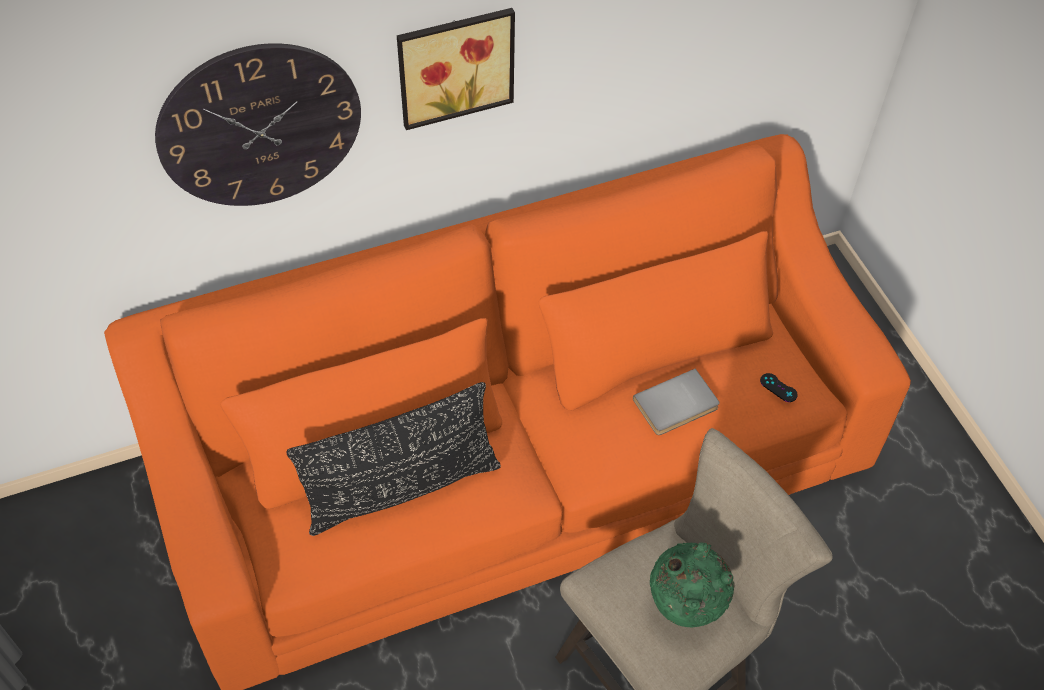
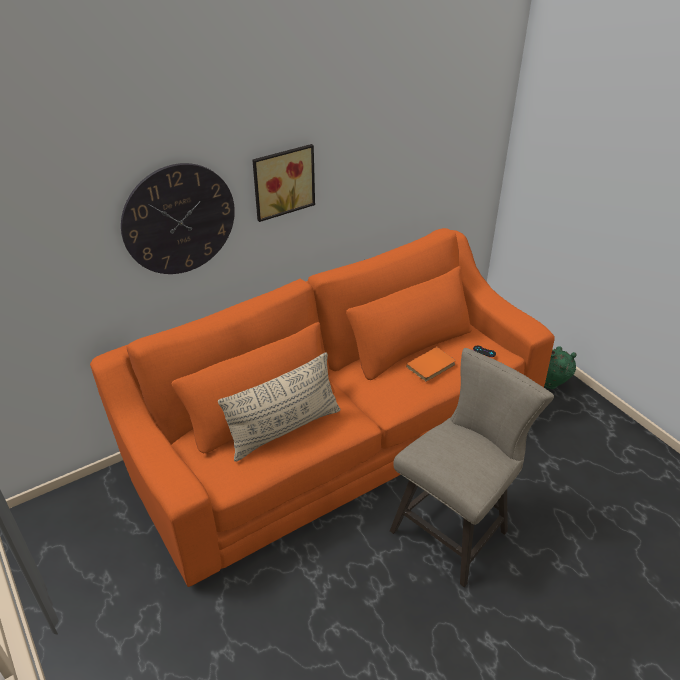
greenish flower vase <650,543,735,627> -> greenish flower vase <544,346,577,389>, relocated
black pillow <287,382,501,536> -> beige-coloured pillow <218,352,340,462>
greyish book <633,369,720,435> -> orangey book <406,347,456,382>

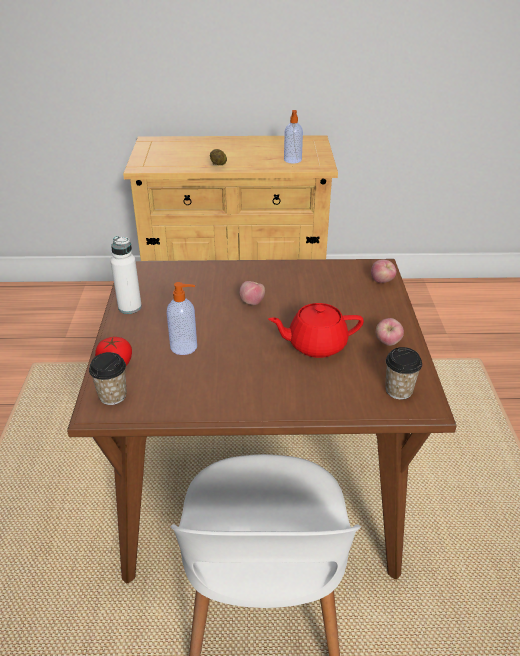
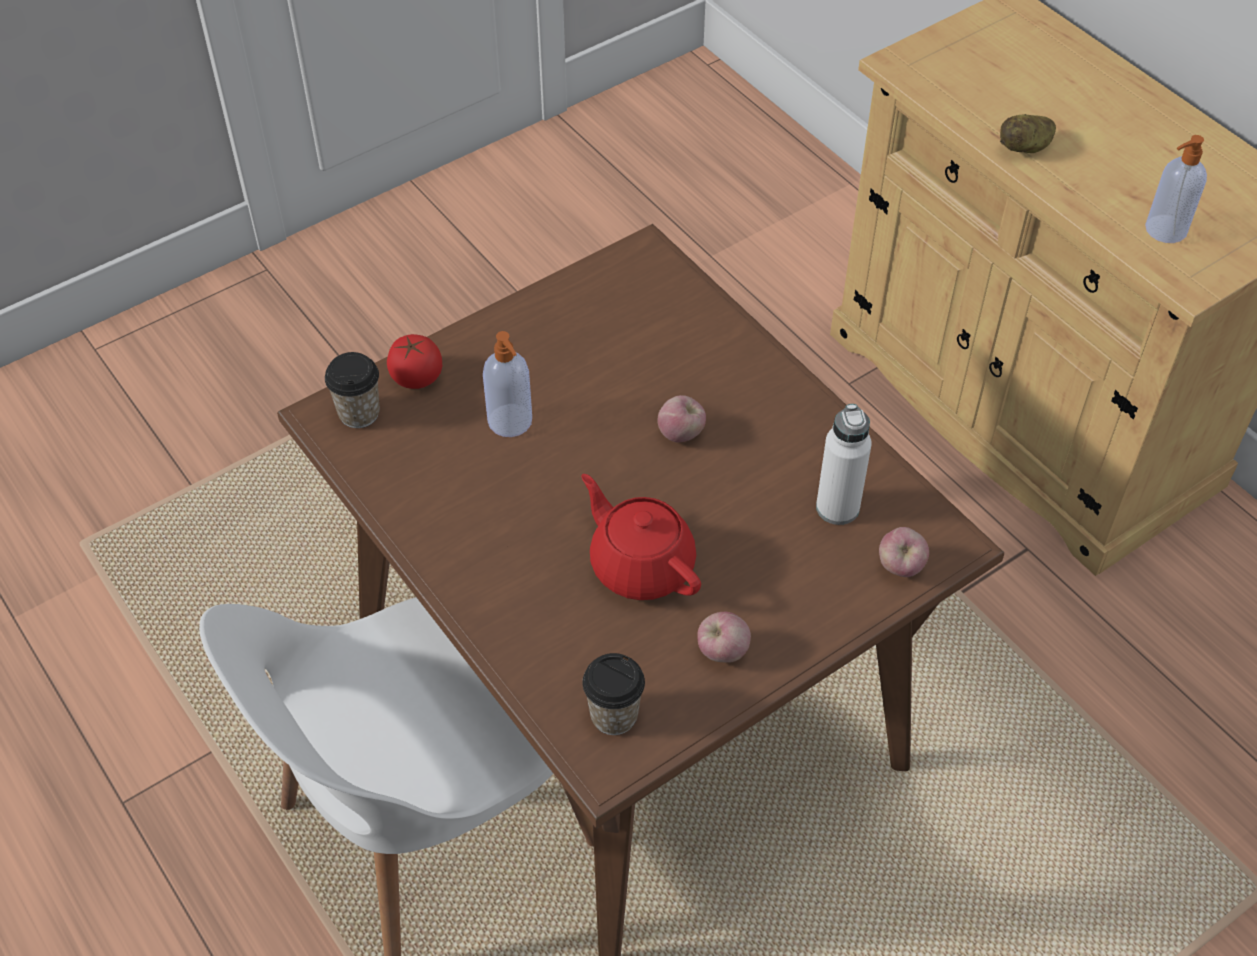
white beverage bottle <110,236,142,314> -> white beverage bottle <816,404,872,525>, relocated

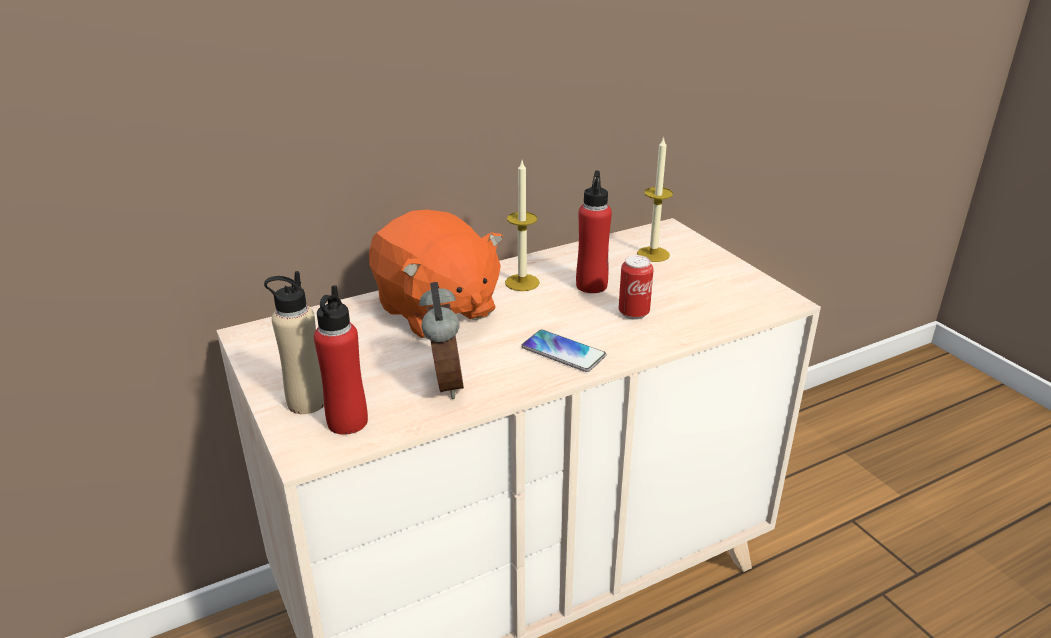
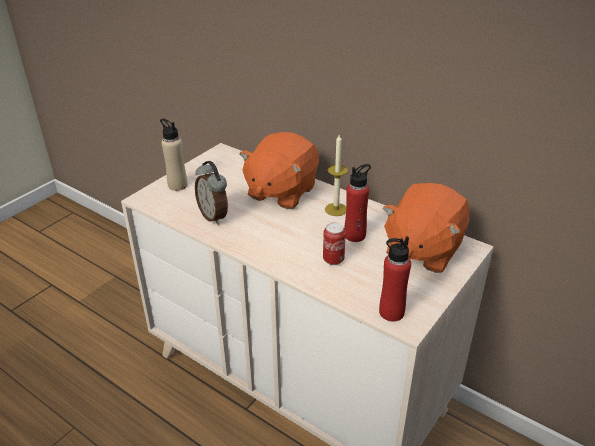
handset <521,330,606,372> -> none
red beverage bottle <314,285,368,435> -> red beverage bottle <379,236,411,321>, relocated
candle <637,136,673,262> -> orangey soft toy <383,183,470,273>
alarm clock <419,282,464,399> -> alarm clock <195,161,228,225>, 90 degrees clockwise

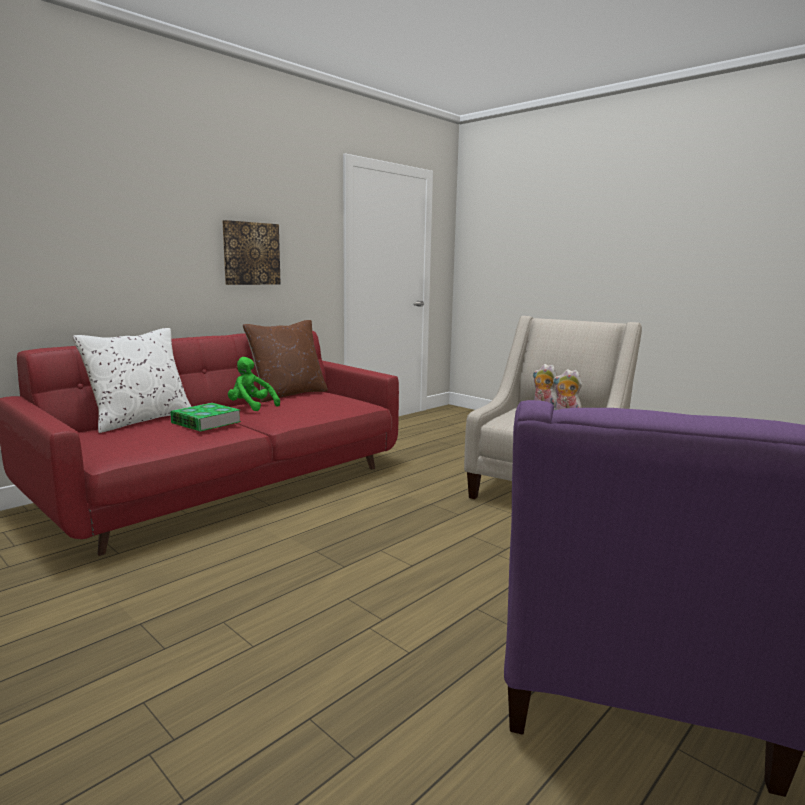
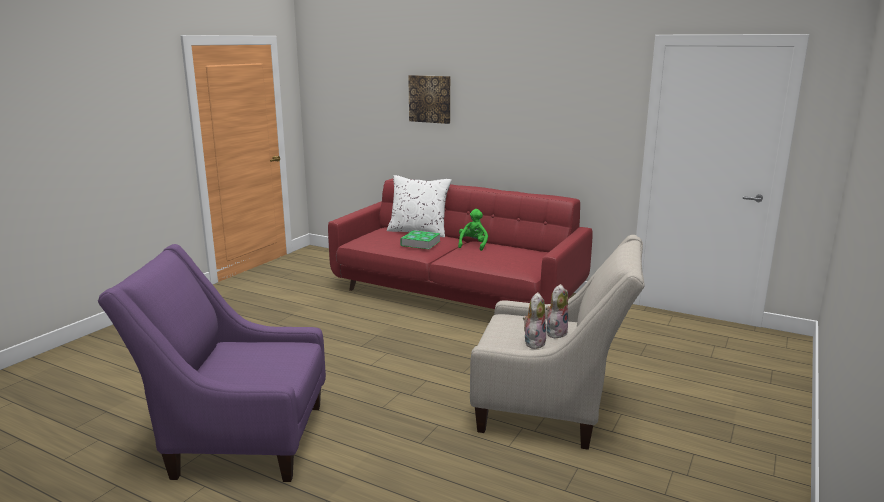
brown-coloured pillow <243,320,328,403> -> none
wall picture <222,220,281,285> -> wall picture <408,75,450,124>, relocated

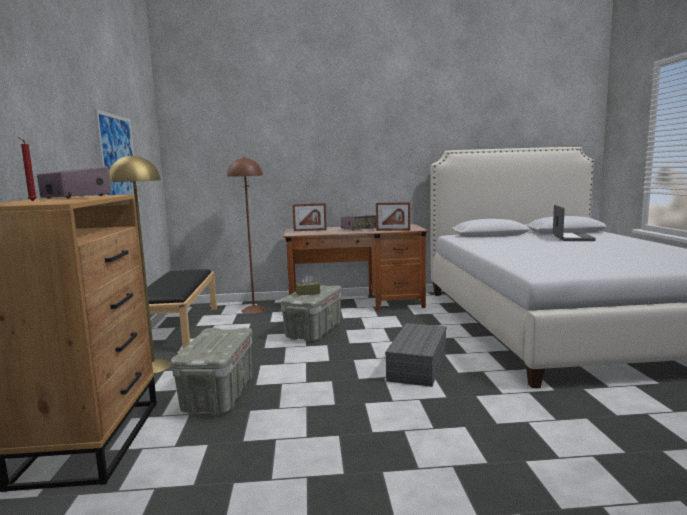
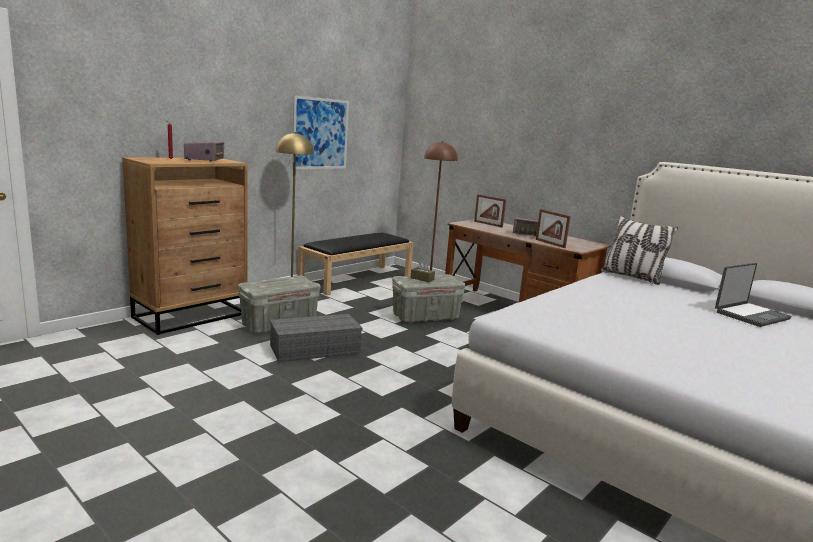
none -> pillow <601,216,678,285>
greyish storage container <385,323,447,387> -> greyish storage container <270,314,362,362>, relocated

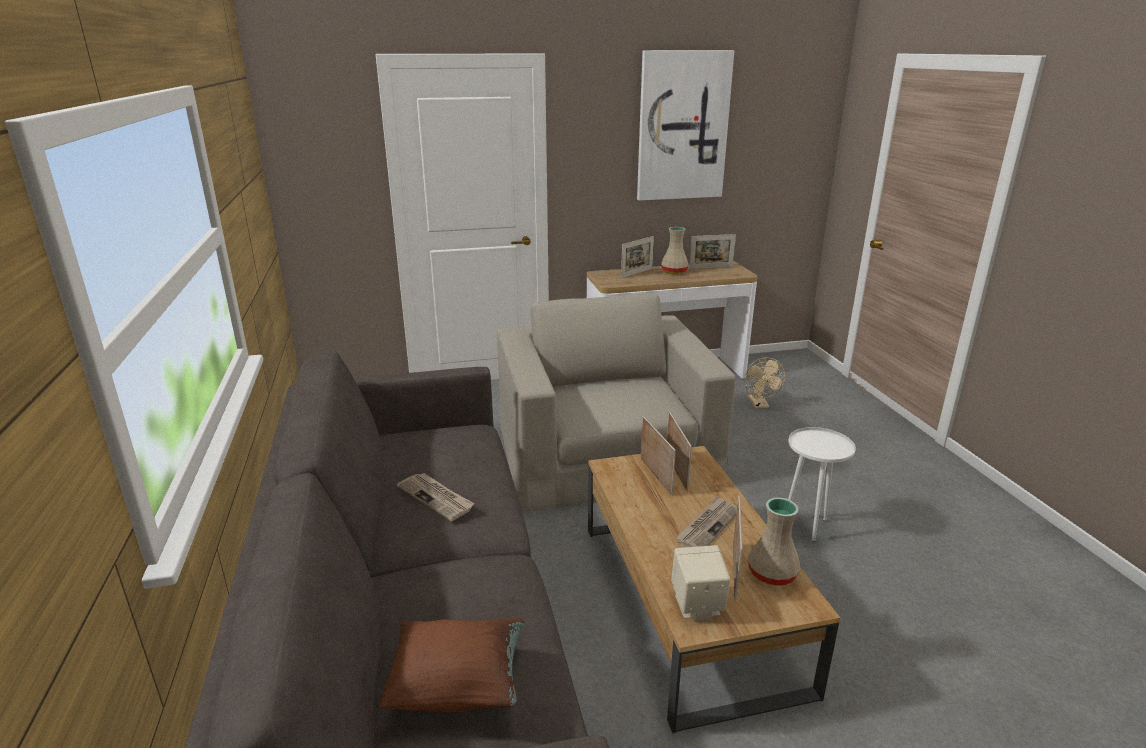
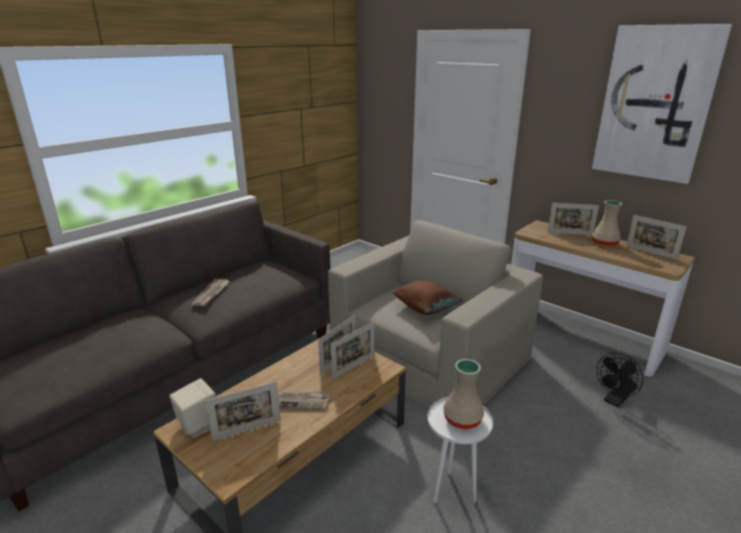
brown-coloured pillow <379,618,525,713> -> brown-coloured pillow <392,280,463,315>, relocated
beige-coloured flower vase <748,497,800,586> -> beige-coloured flower vase <443,359,484,429>, relocated
beige-coloured cooling fan <744,357,785,408> -> black cooling fan <596,353,643,407>

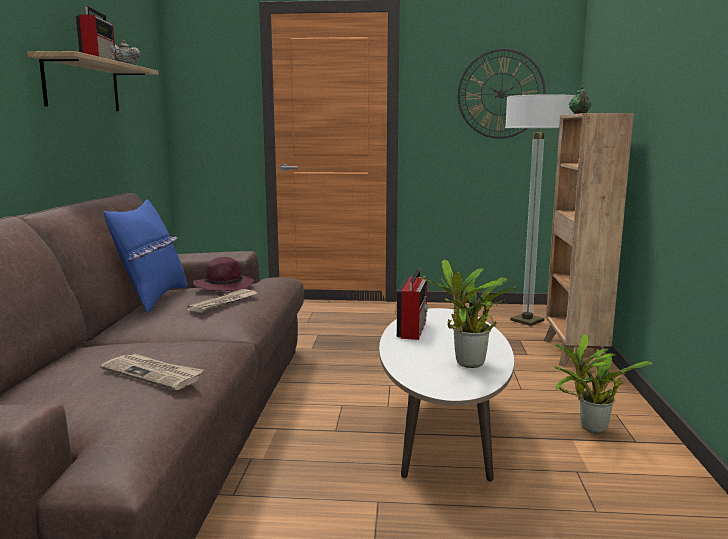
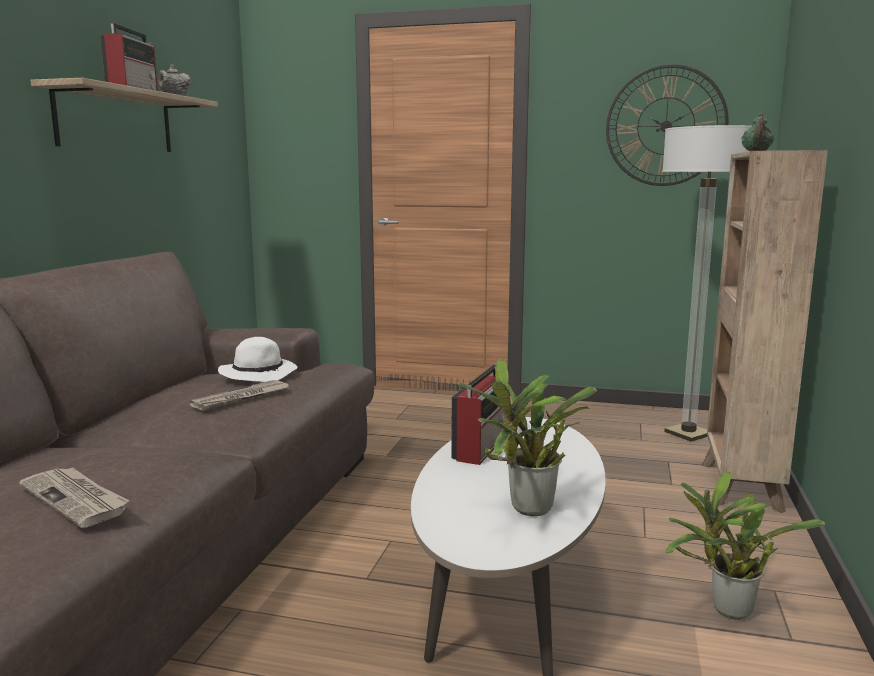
blue pillow <103,199,188,313> -> none
purple-coloured hat <193,257,254,292> -> white hat <218,337,297,382>

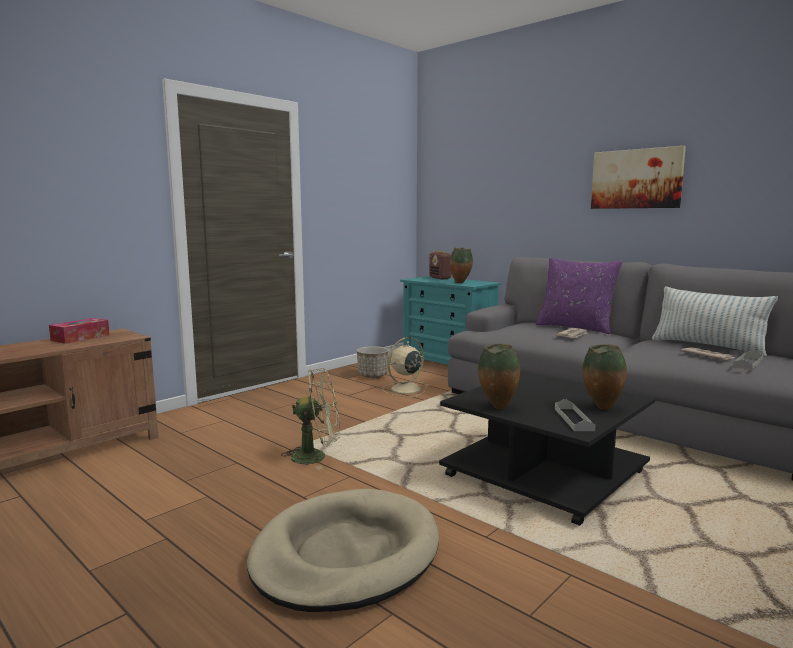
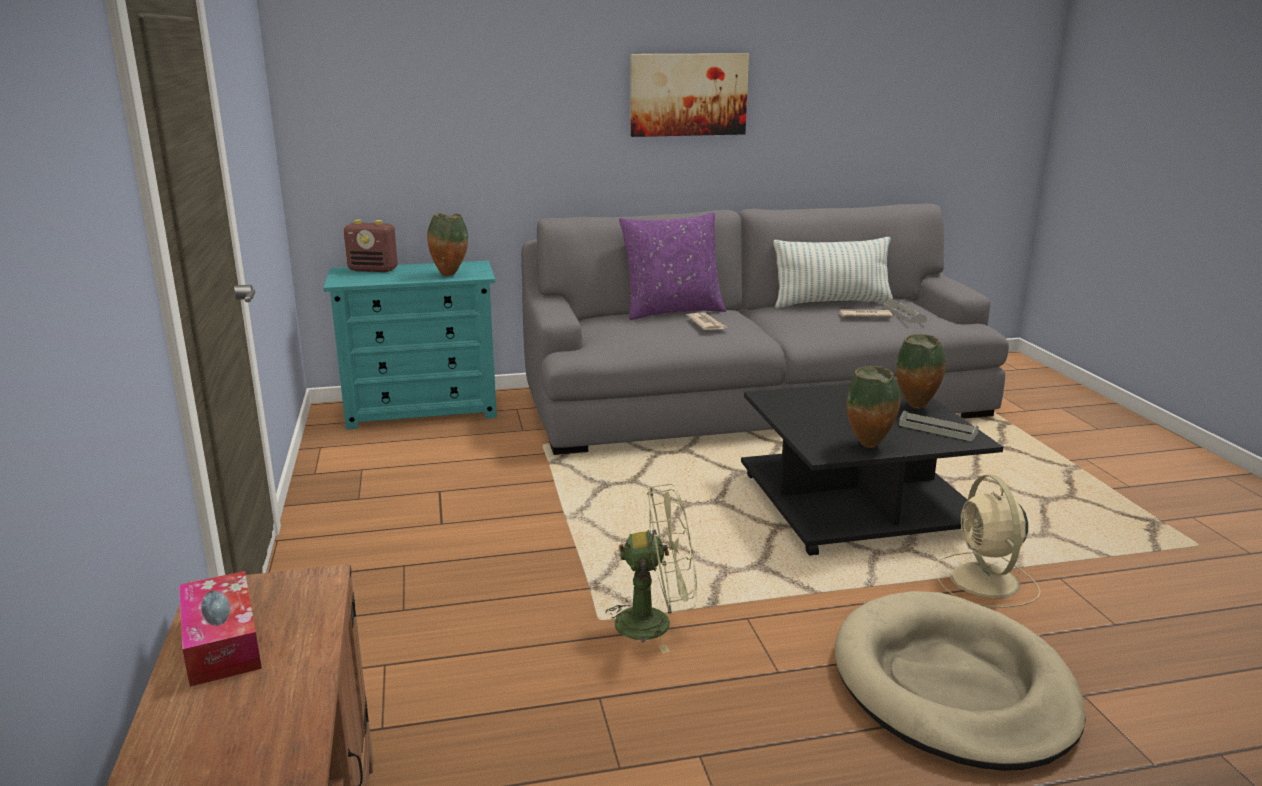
flower pot <357,346,389,378> -> none
beige-coloured cooling fan <382,337,430,397> -> beige-coloured cooling fan <935,475,1041,608>, relocated
greenish cooling fan <281,368,340,470> -> greenish cooling fan <606,484,697,653>, 60 degrees clockwise

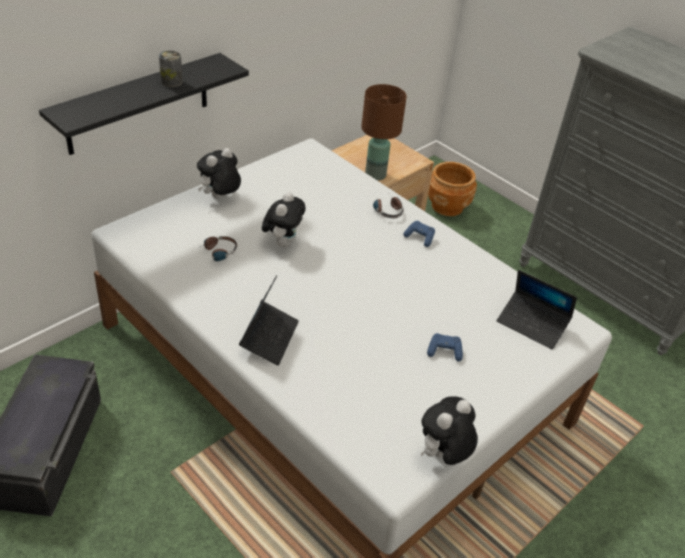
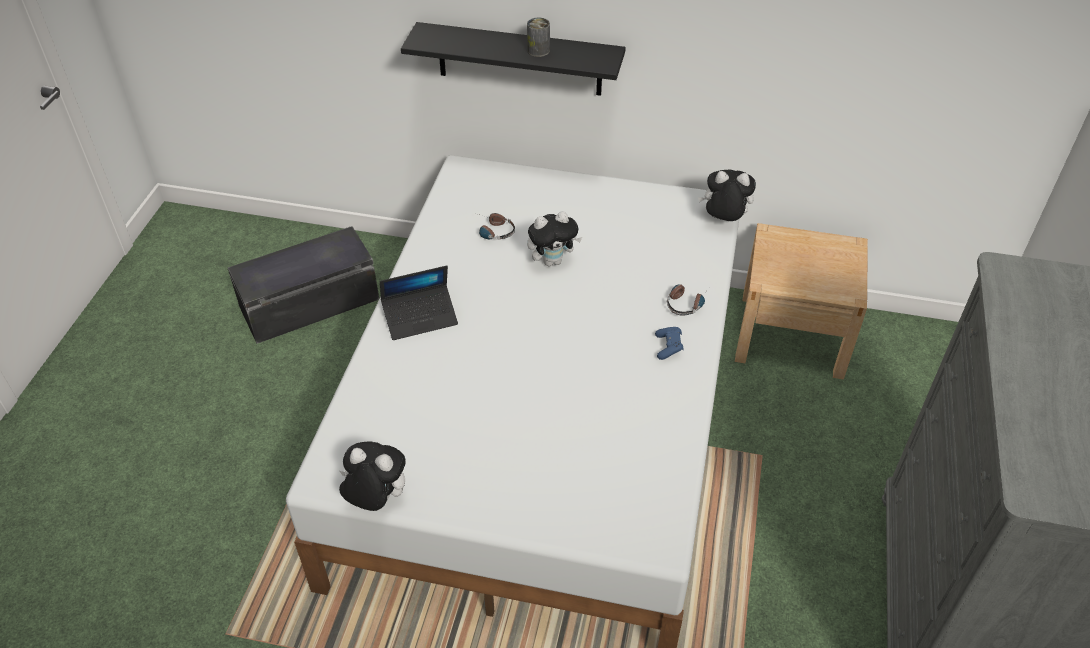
brown-coloured tabletop lamp <361,84,407,181> -> none
blue gamepad <427,333,463,362> -> none
brown-coloured flower pot <428,162,477,216> -> none
laptop <497,270,577,349> -> none
soft toy <197,148,241,198> -> soft toy <698,170,756,221>, relocated

